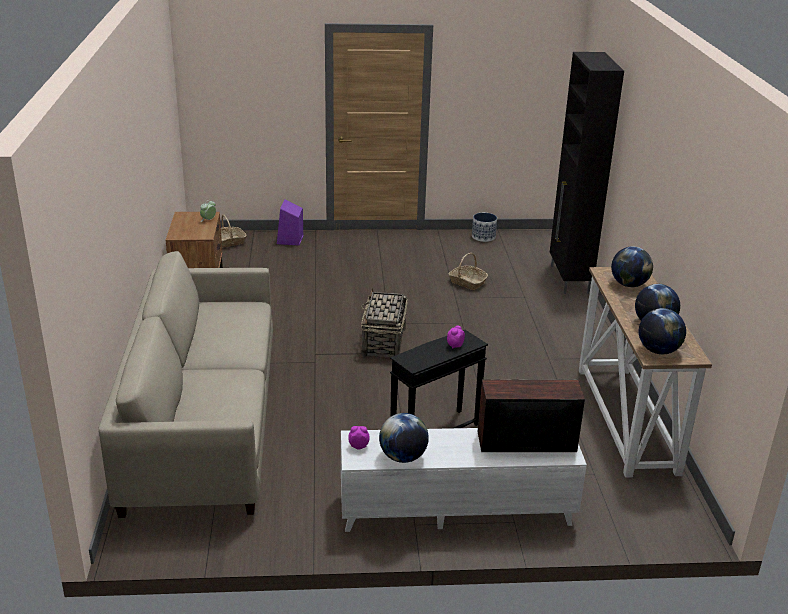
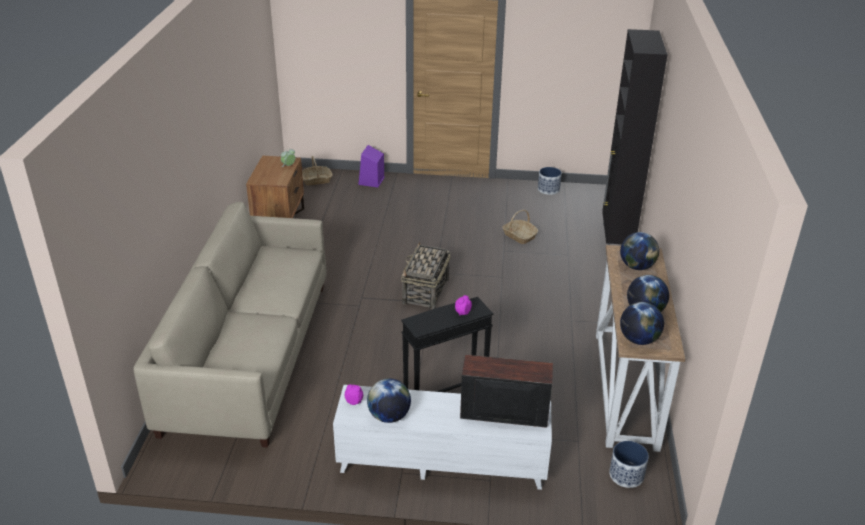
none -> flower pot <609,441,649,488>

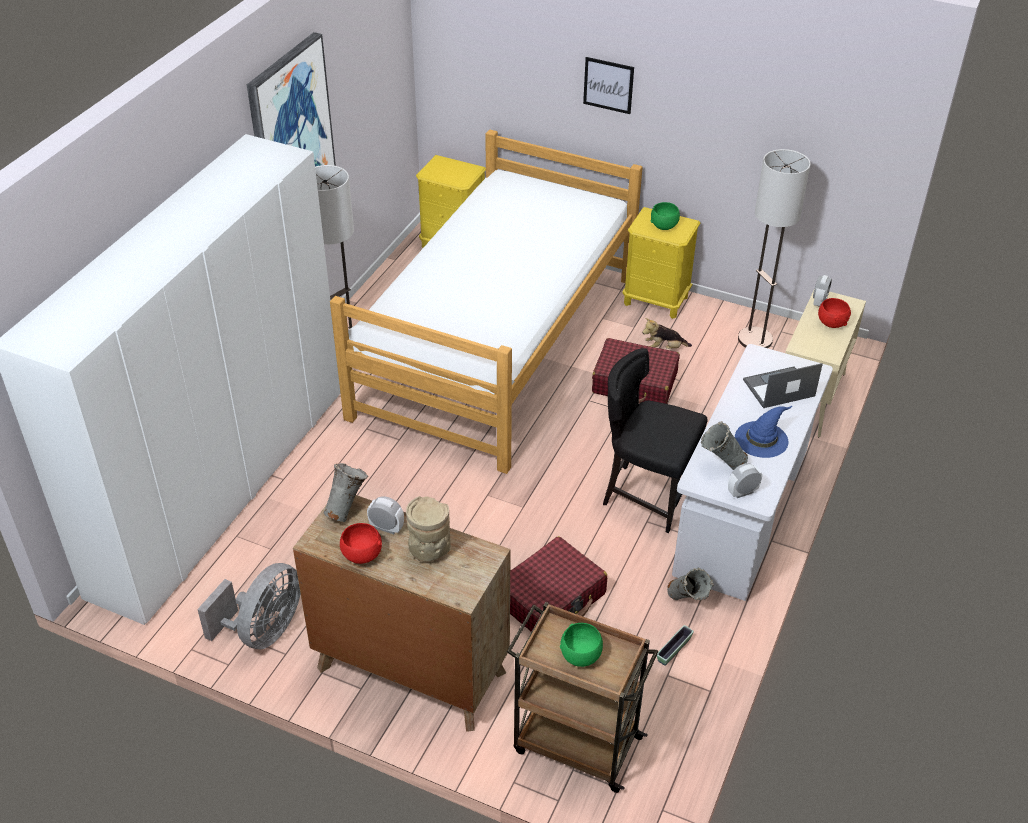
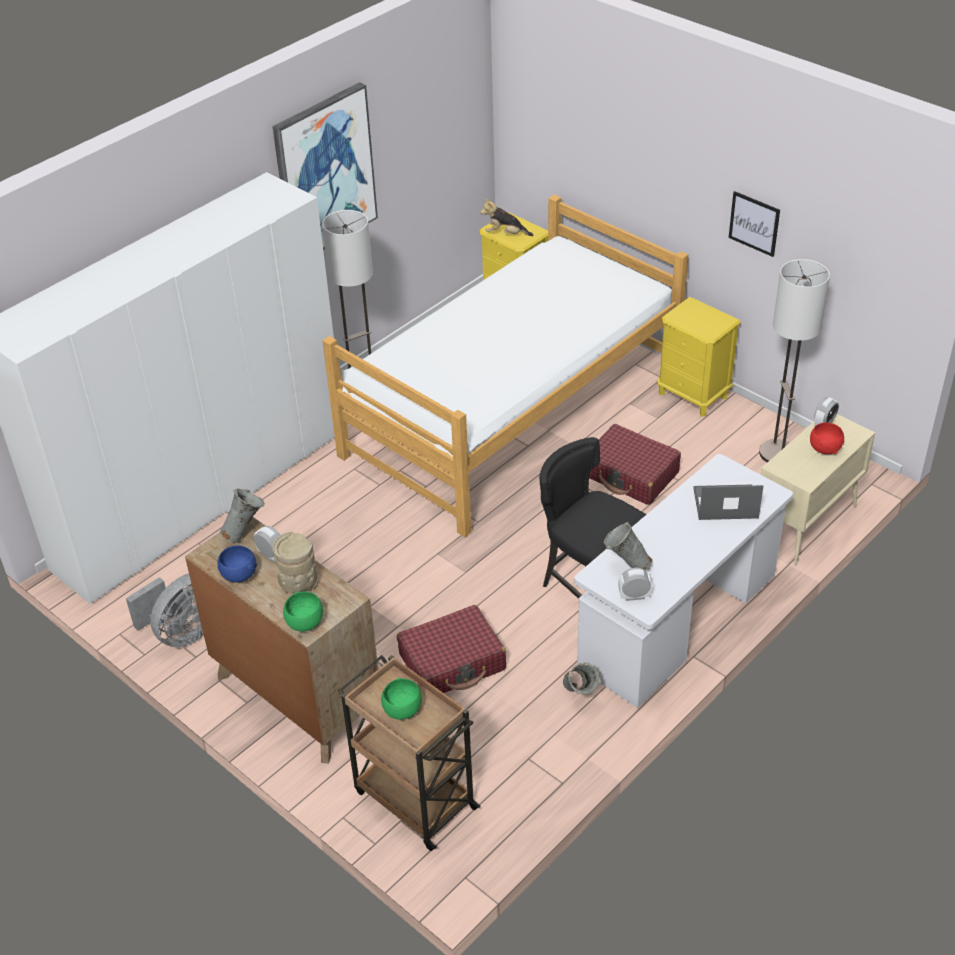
flower pot <657,625,694,666> -> none
blue hat <735,405,793,458> -> none
wall picture <583,57,634,114> -> wall picture <729,191,780,257>, relocated
soft toy <642,318,692,349> -> soft toy <480,198,533,236>, relocated
greenish serving bowl <650,202,680,230> -> greenish serving bowl <283,592,323,632>, relocated
red serving bowl <340,523,382,564> -> blue serving bowl <217,545,257,582>

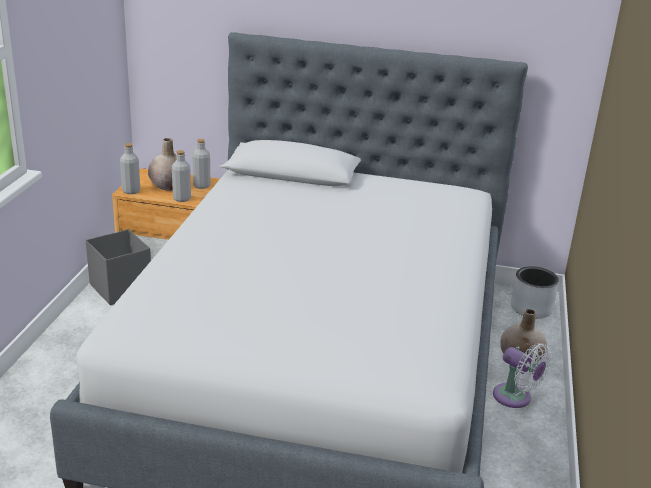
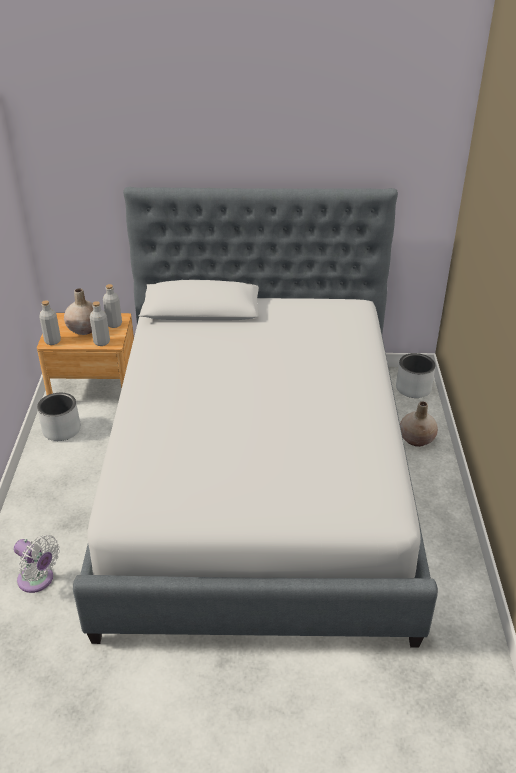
white cooling fan <493,343,551,408> -> white cooling fan <14,535,60,593>, relocated
greyish storage container <86,229,151,305> -> greyish flower pot <37,393,81,441>

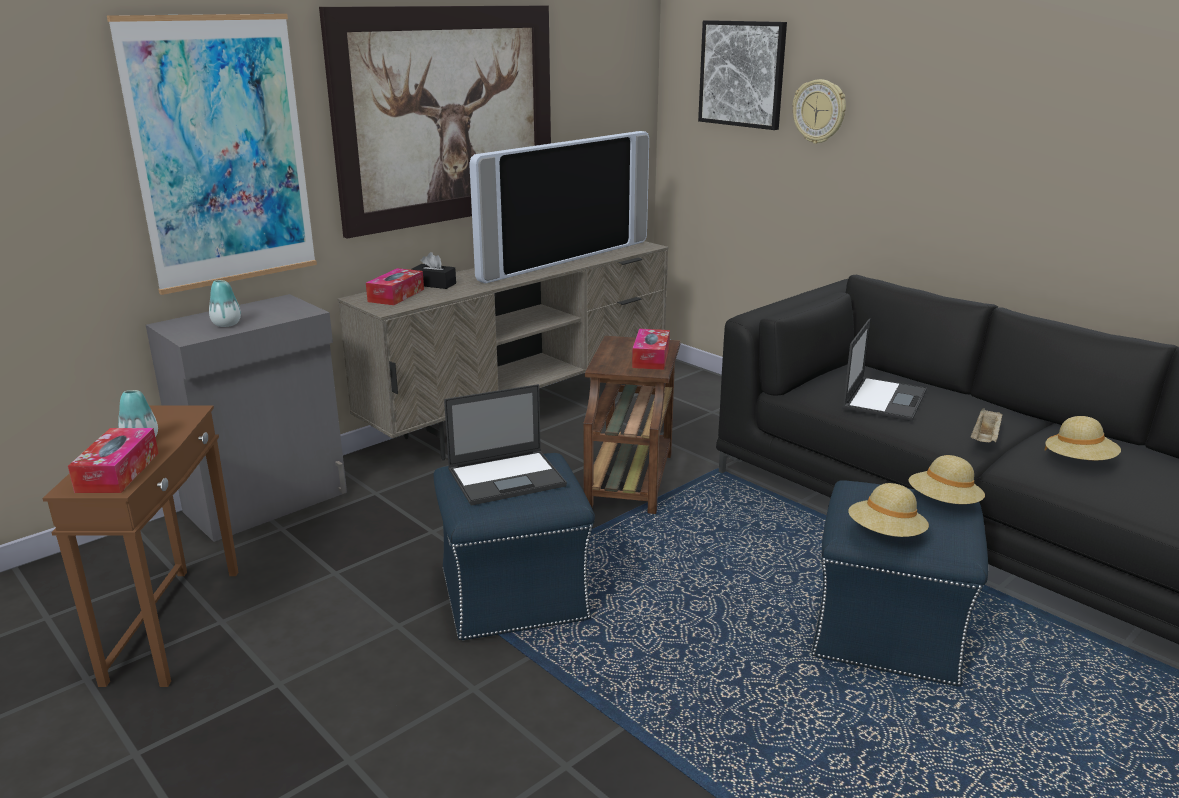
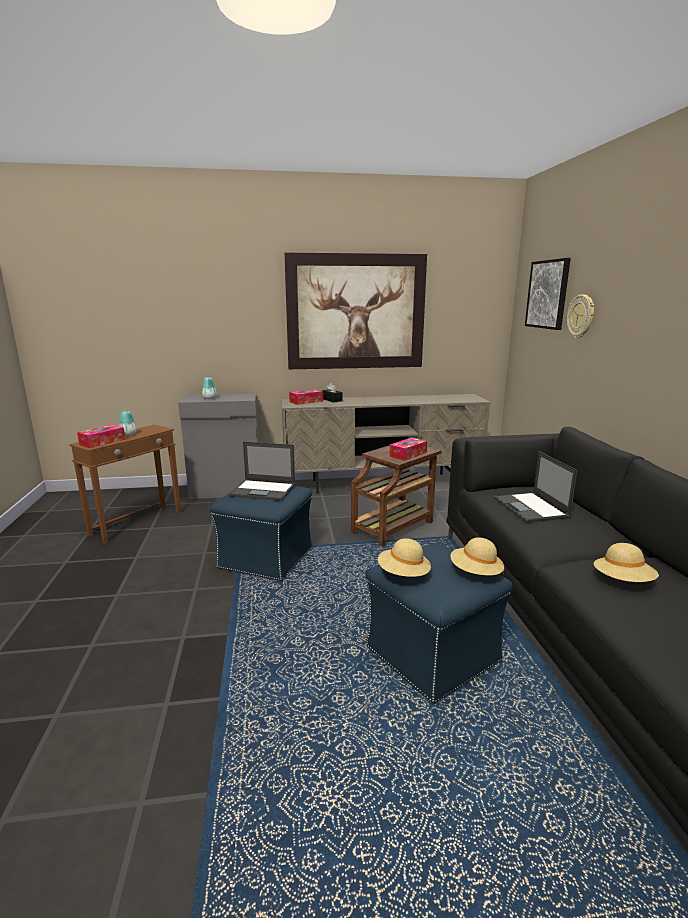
wall picture <107,14,317,295> -> none
television <469,131,649,284> -> none
beige-coloured tray <971,408,1003,442> -> none
laptop <842,318,927,421> -> laptop <494,451,578,523>, 105 degrees clockwise

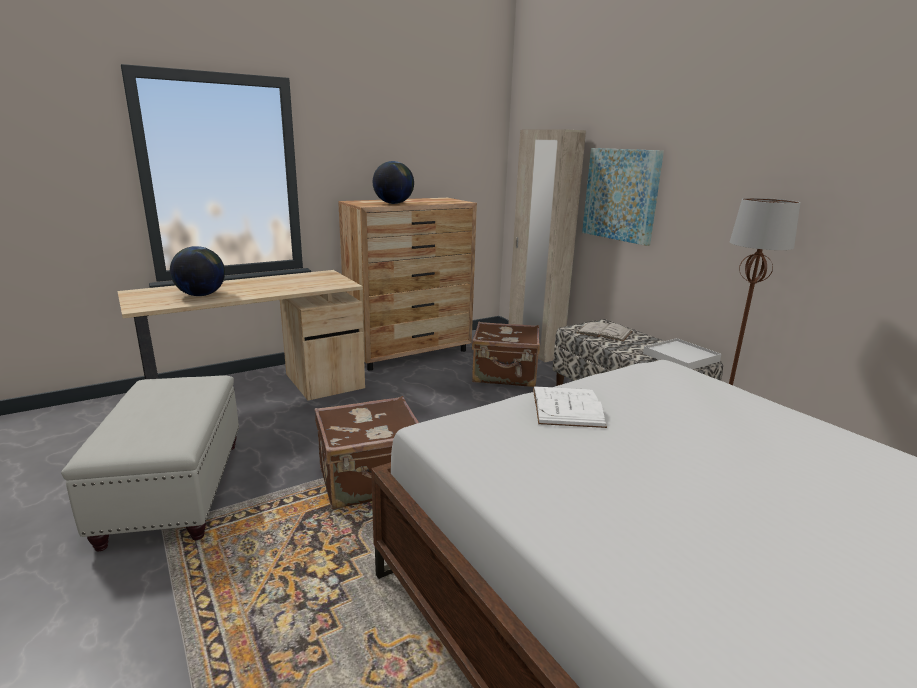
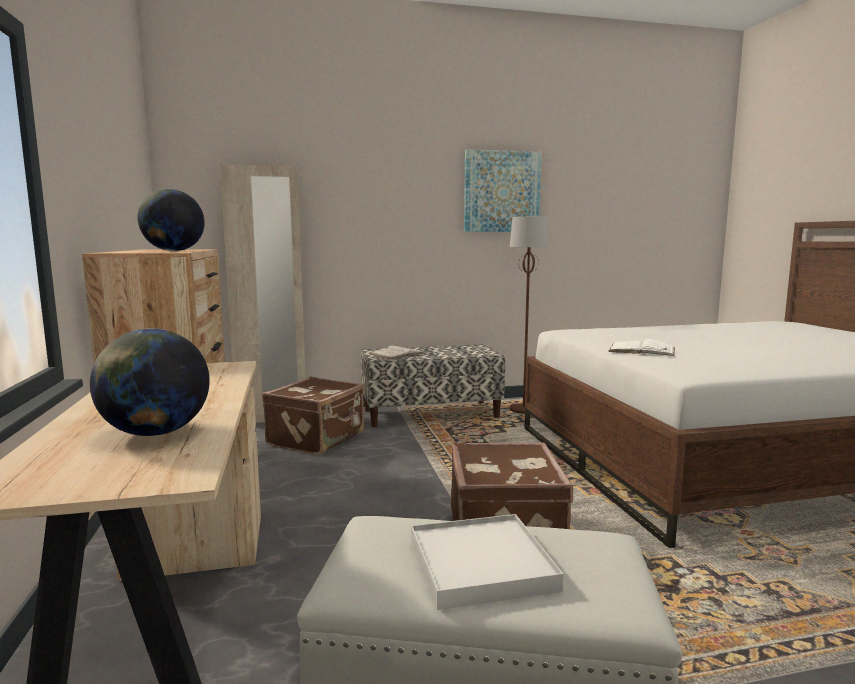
wall picture <582,148,664,246> -> wall picture <464,149,542,232>, relocated
white tray <643,338,721,370> -> white tray <411,514,563,610>, relocated

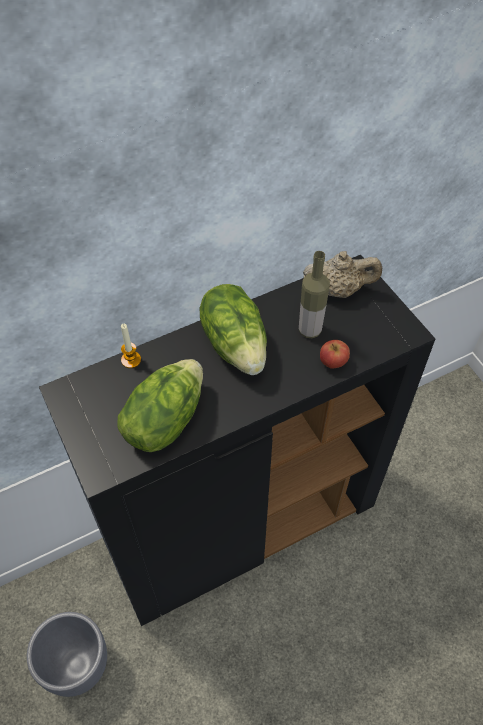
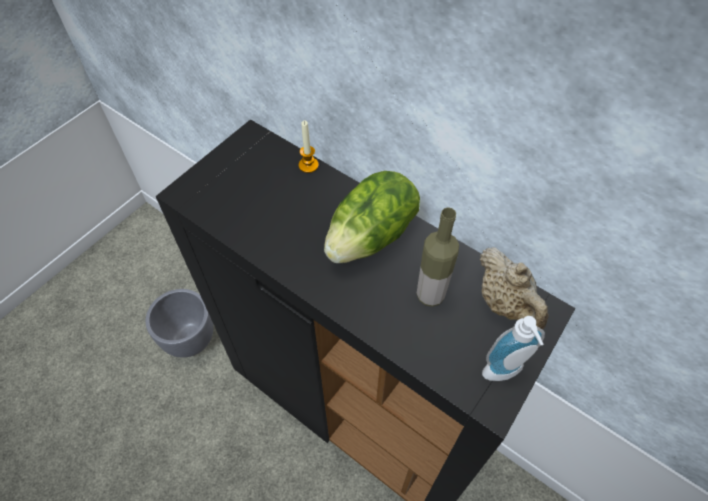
lettuce <117,359,203,452> -> none
apple <320,340,350,369> -> none
none -> soap dispenser <482,316,545,381>

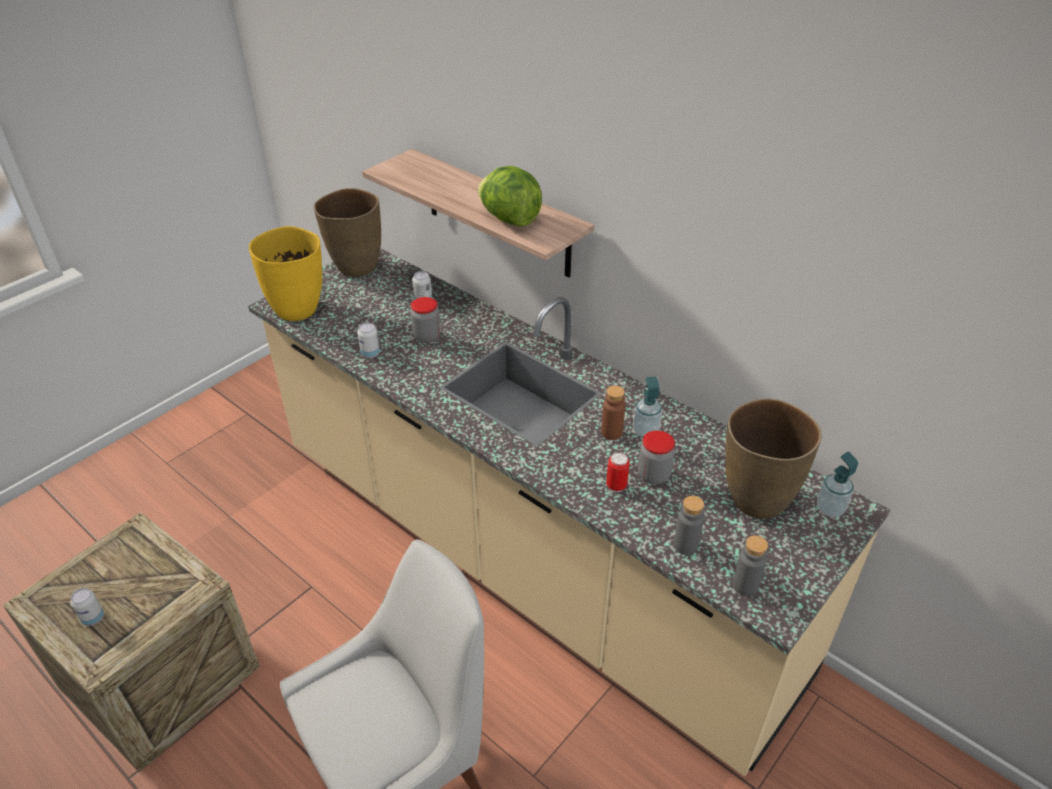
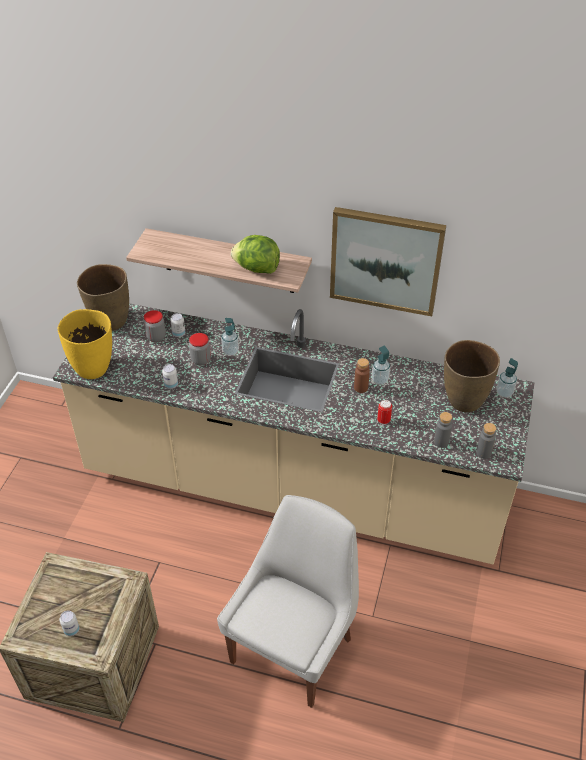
none -> soap dispenser <221,318,239,356>
none -> wall picture <330,207,446,316>
storage jar <638,431,675,484> -> storage jar <144,310,166,342>, relocated

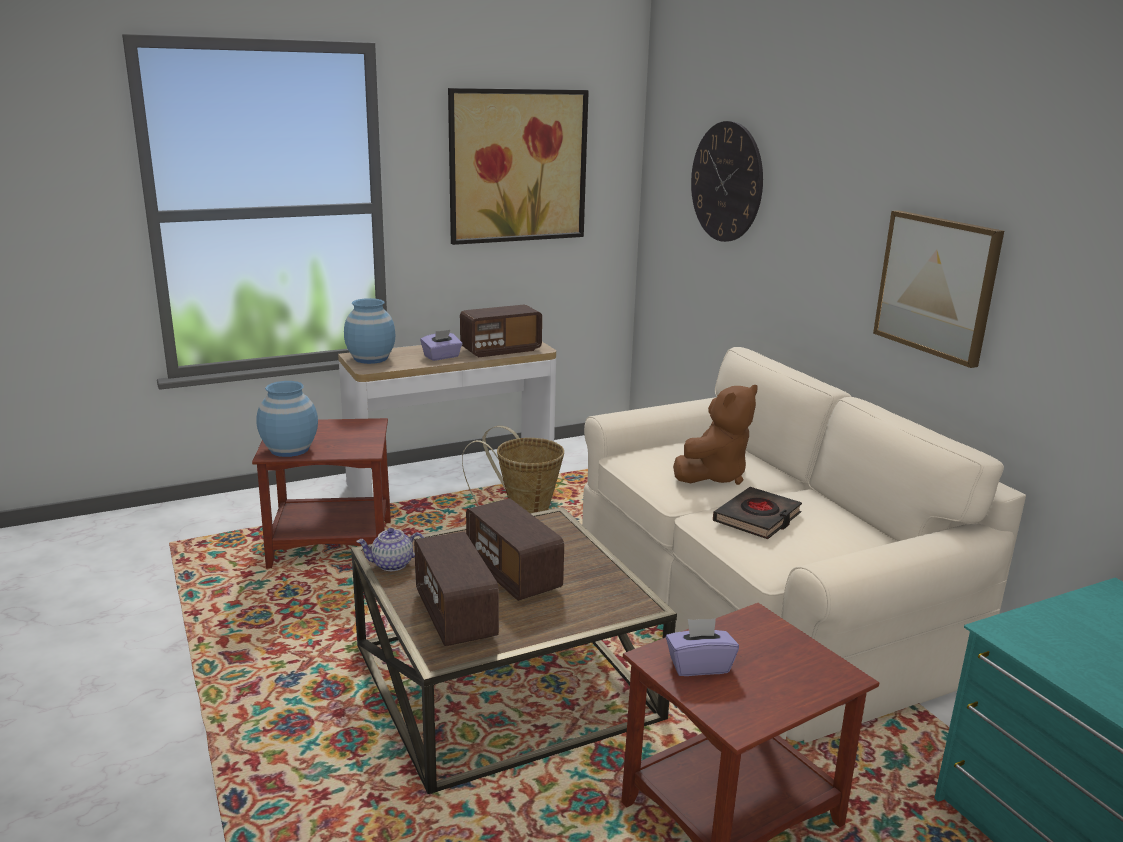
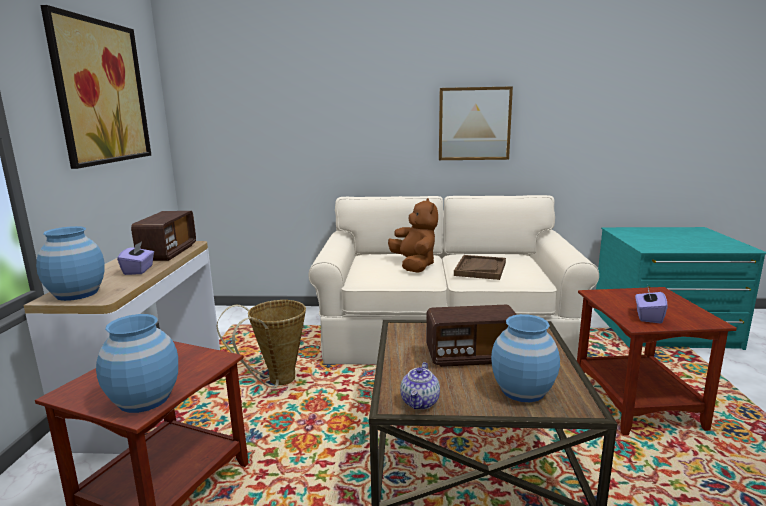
clock on the wall <691,121,763,242> -> none
radio receiver <414,532,499,646> -> blue flower vase <491,314,560,402>
black book <713,487,802,539> -> brown-coloured tray <454,255,506,280>

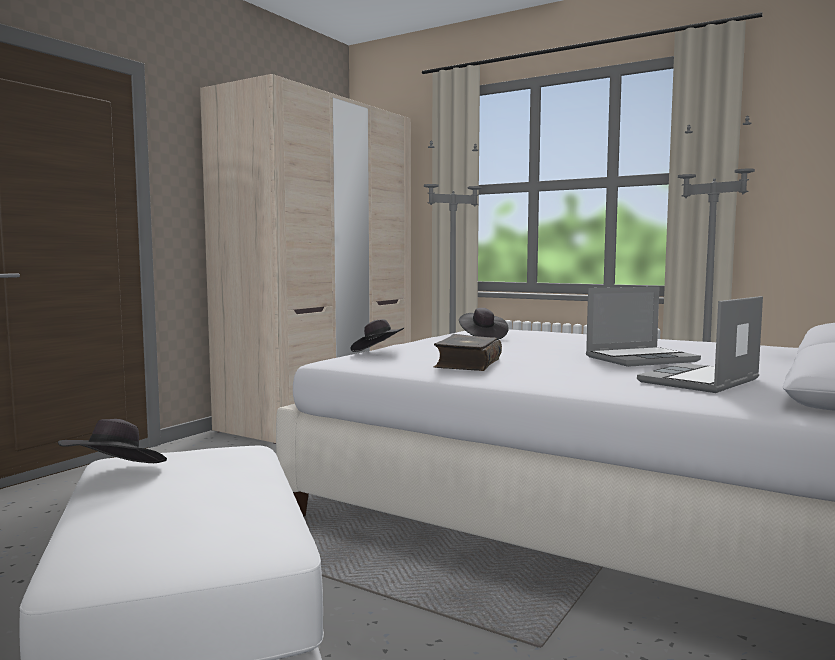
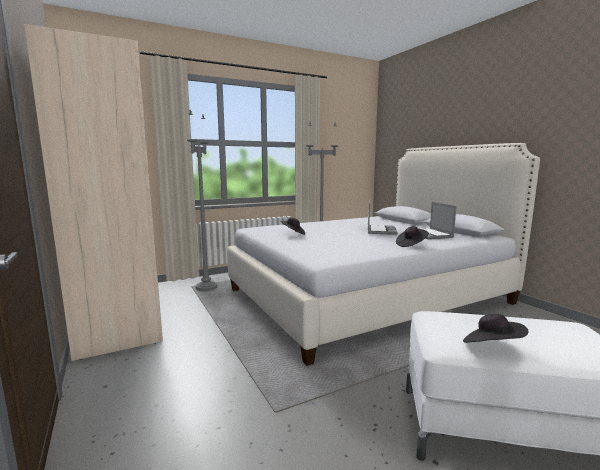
book <434,334,502,371> -> none
black hat <350,319,404,352> -> black hat <396,226,429,247>, relocated

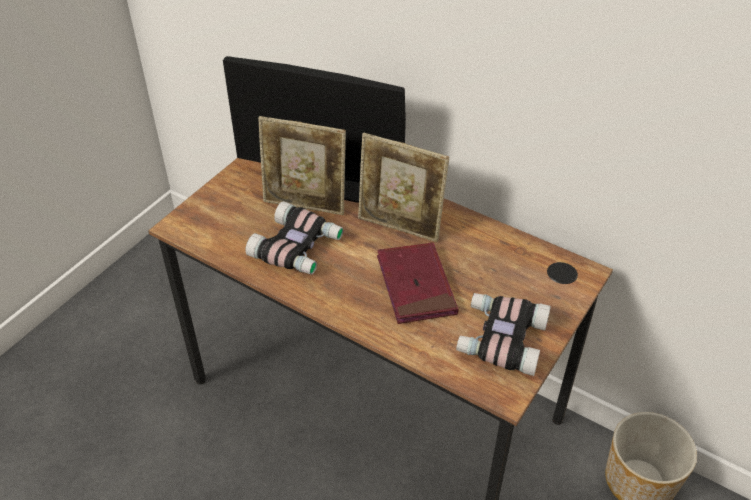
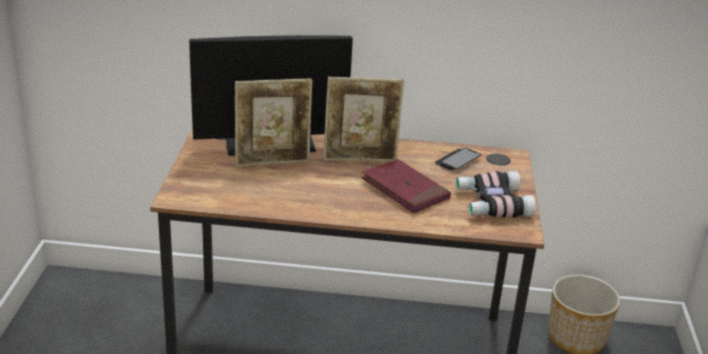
field glasses <245,201,344,275> -> none
none -> handset <435,148,481,170>

